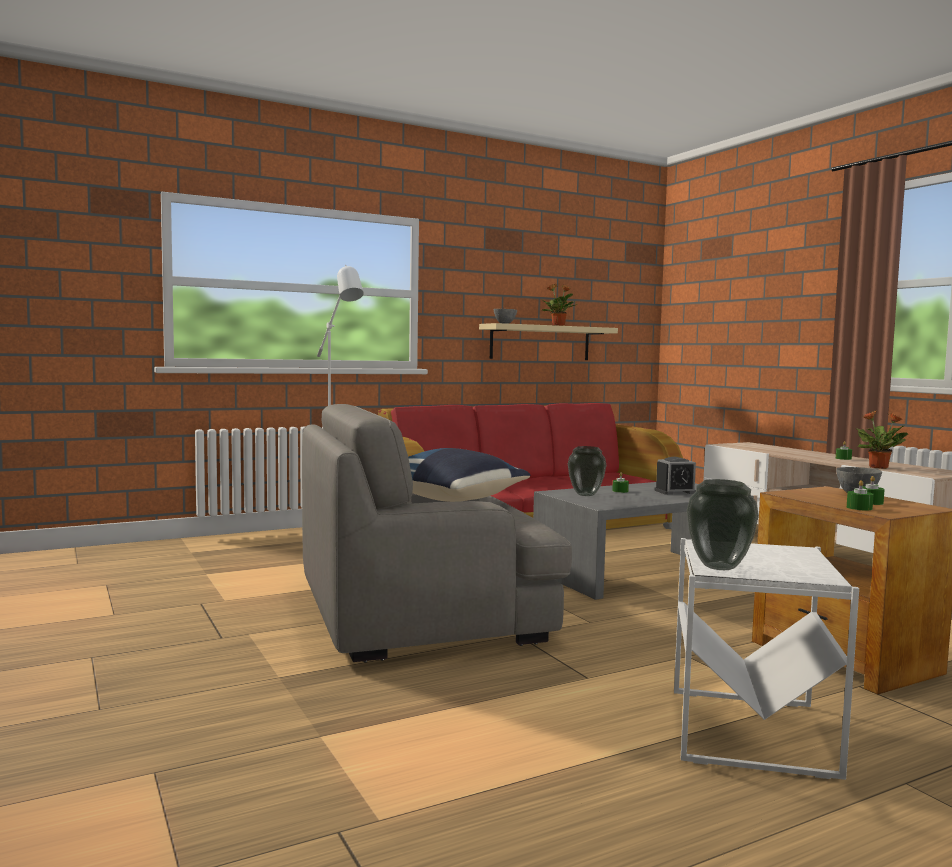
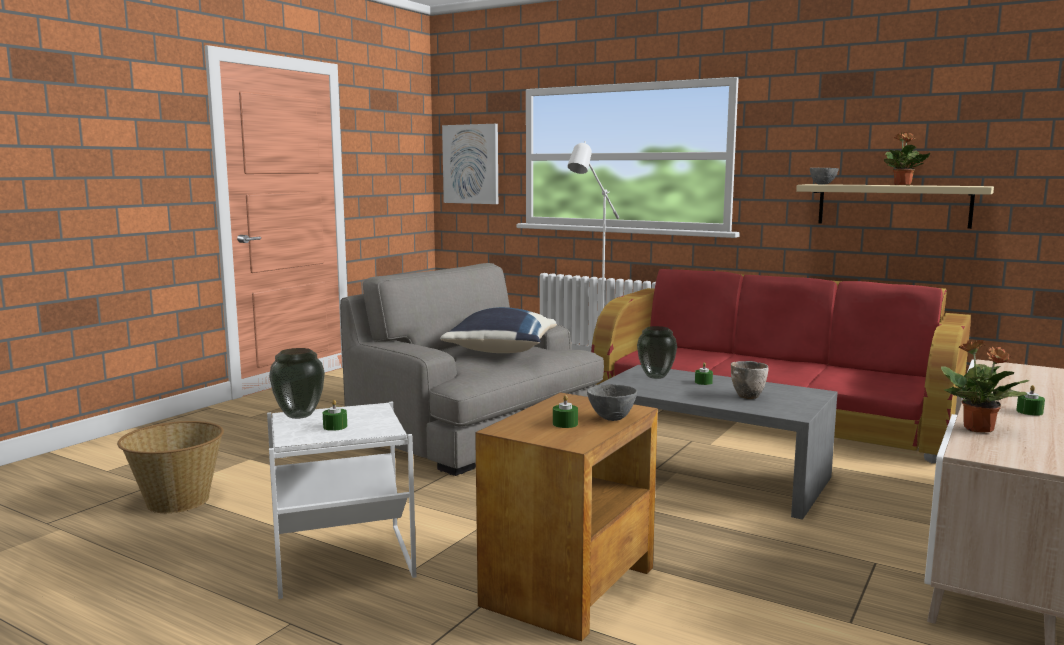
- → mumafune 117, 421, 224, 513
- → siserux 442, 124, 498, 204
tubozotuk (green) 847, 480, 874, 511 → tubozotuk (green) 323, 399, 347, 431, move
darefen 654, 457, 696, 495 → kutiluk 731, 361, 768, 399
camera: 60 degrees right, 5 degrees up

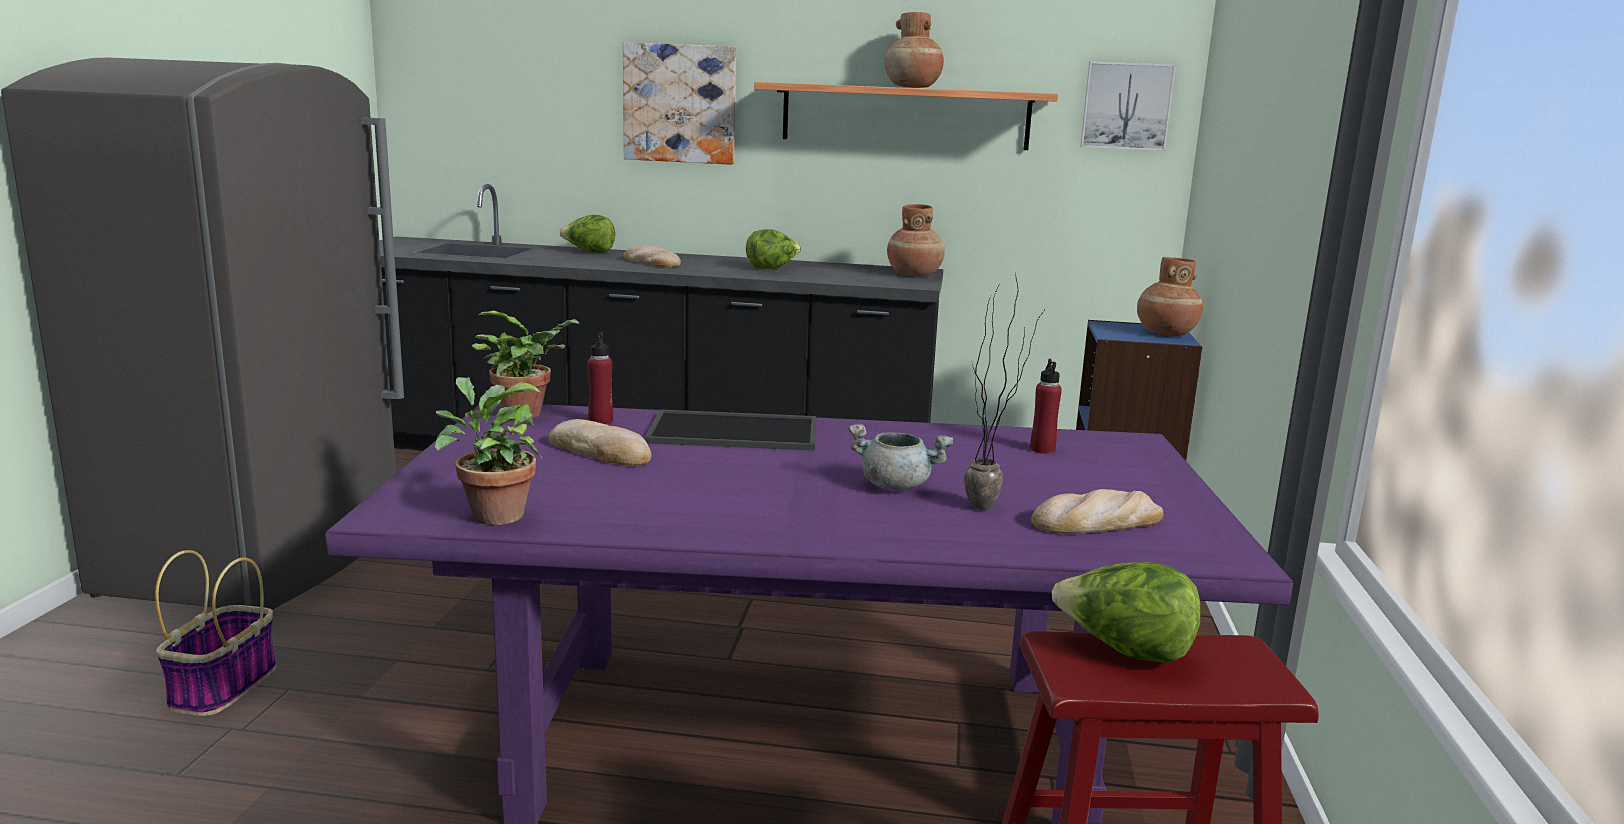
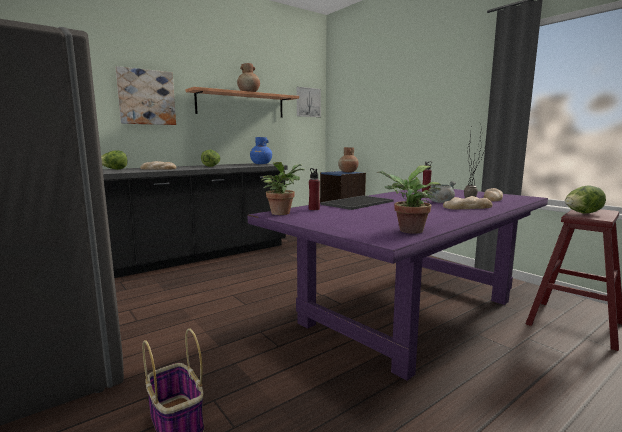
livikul 549, 419, 652, 466 → livikul 443, 196, 493, 210, move
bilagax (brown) 887, 204, 945, 276 → bilagax (blue) 250, 137, 272, 164
camera: 45 degrees left, 5 degrees down

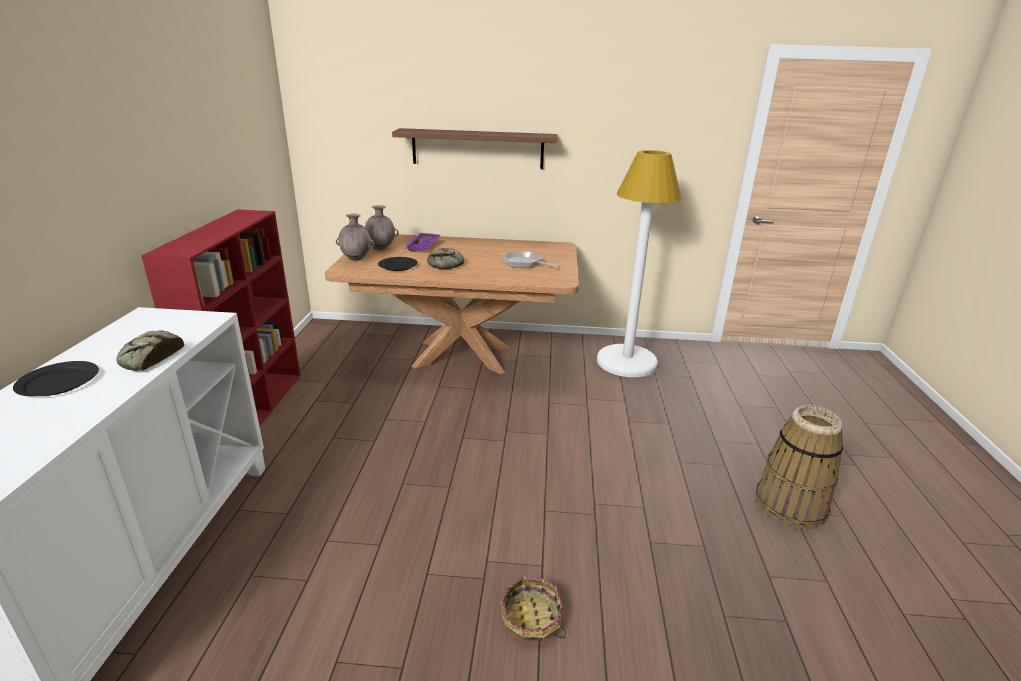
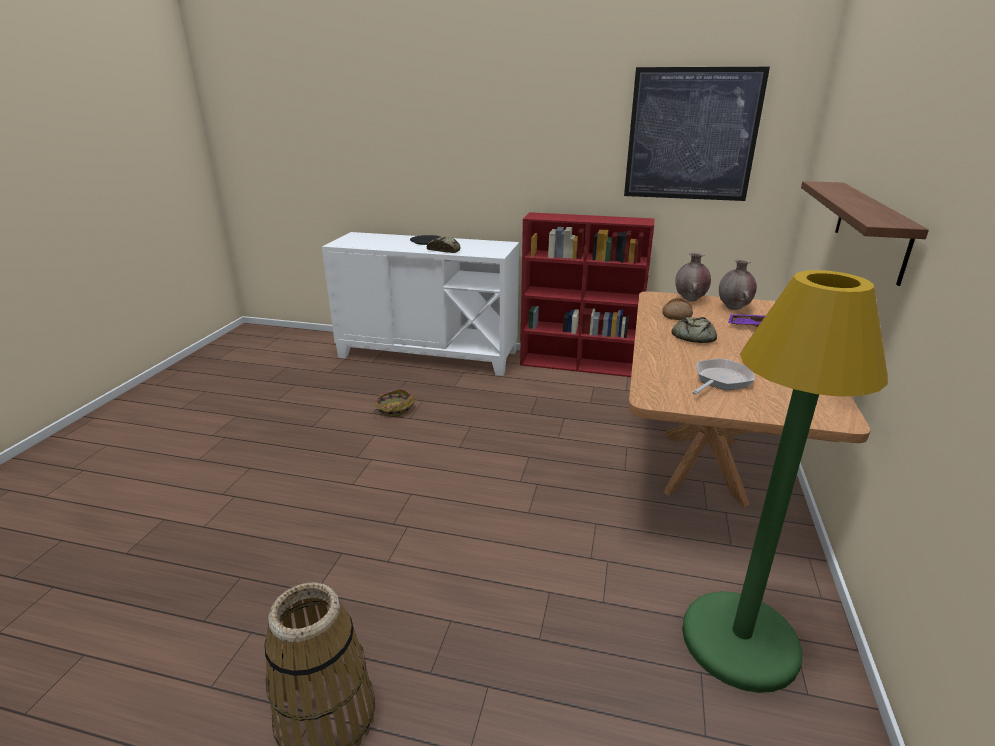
- → siserux 624, 67, 770, 201
mumafune 500, 576, 566, 640 → mumafune 373, 388, 415, 417, move
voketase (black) 378, 257, 418, 271 → livikul 662, 298, 693, 320
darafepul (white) 597, 150, 681, 377 → darafepul (green) 682, 270, 888, 693
camera: 100 degrees right, 0 degrees up

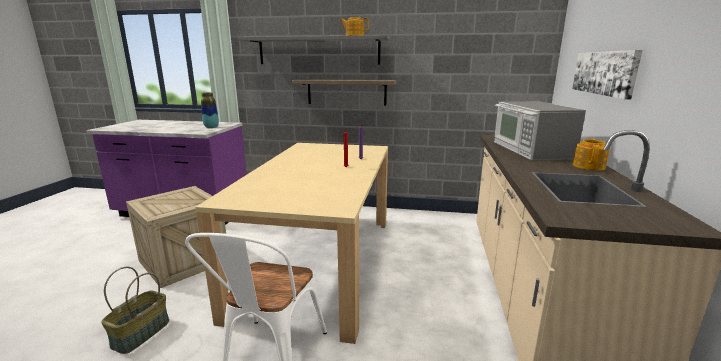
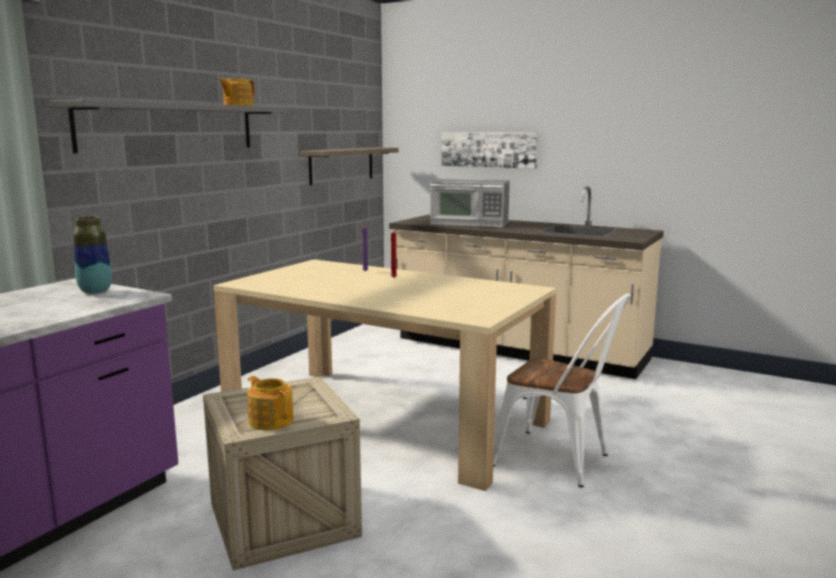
mumafune 101, 267, 169, 354 → -
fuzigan 292, 79, 396, 106 → fuzigan 300, 147, 399, 185, move
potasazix 573, 138, 610, 171 → potasazix 247, 376, 294, 430, move
camera: 70 degrees left, 5 degrees down

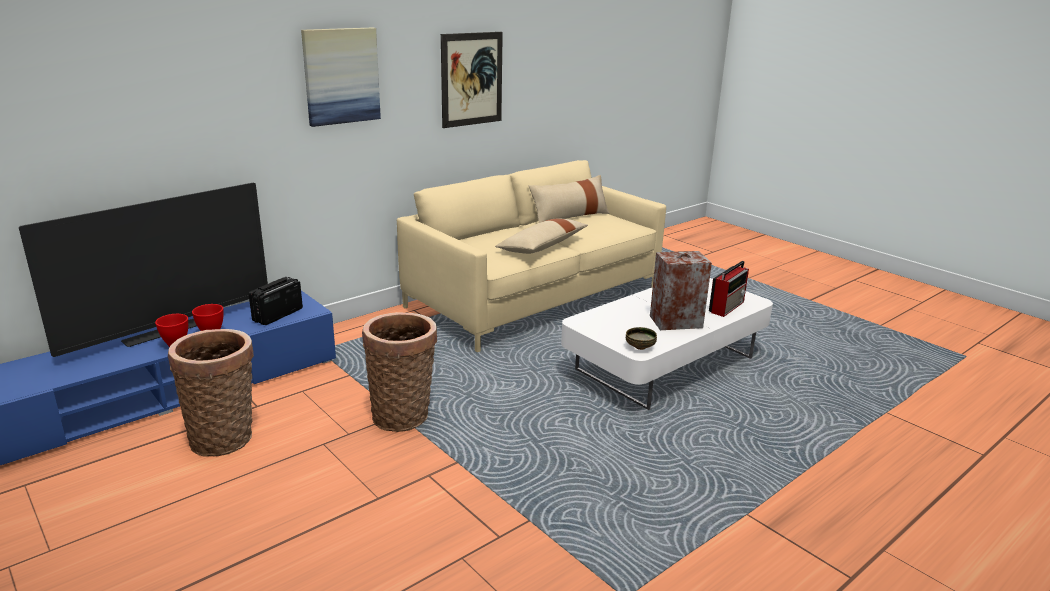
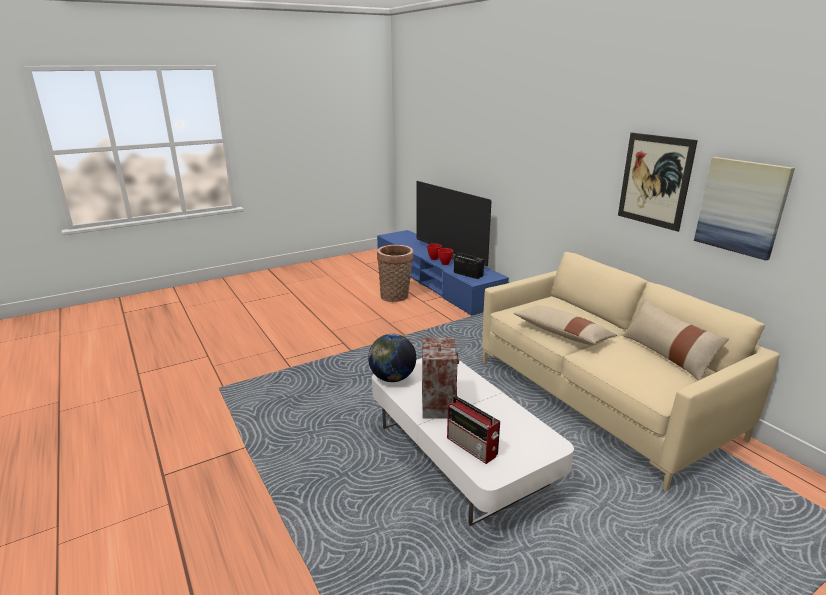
mumafune 362, 312, 437, 432 → -
siserux 301, 27, 381, 127 → siserux 694, 157, 795, 261, move
kutiluk 626, 327, 657, 350 → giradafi 368, 333, 416, 382
camera: 100 degrees right, 0 degrees up

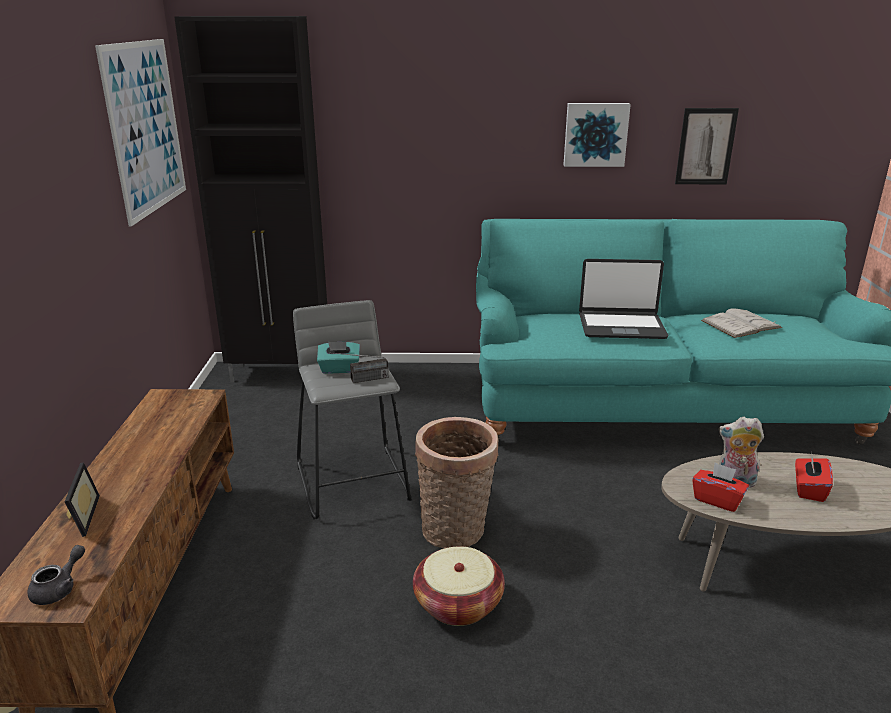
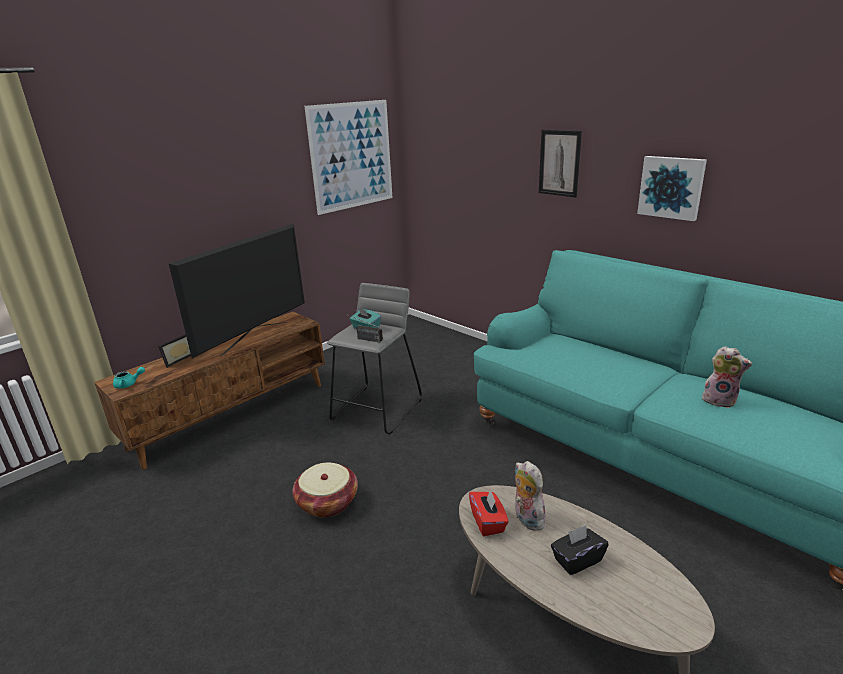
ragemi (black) 174, 16, 327, 382 → -
mumafune 415, 417, 499, 549 → -
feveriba 579, 259, 669, 339 → -
- → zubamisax 169, 223, 305, 358
siserux 675, 108, 739, 184 → siserux 539, 130, 582, 197, move
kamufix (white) 701, 308, 782, 338 → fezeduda 702, 346, 752, 408
potasazix (grey) 28, 545, 85, 605 → potasazix (turquoise) 113, 367, 145, 389
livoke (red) 795, 453, 833, 502 → livoke (black) 551, 525, 609, 575
camera: 45 degrees right, 0 degrees up

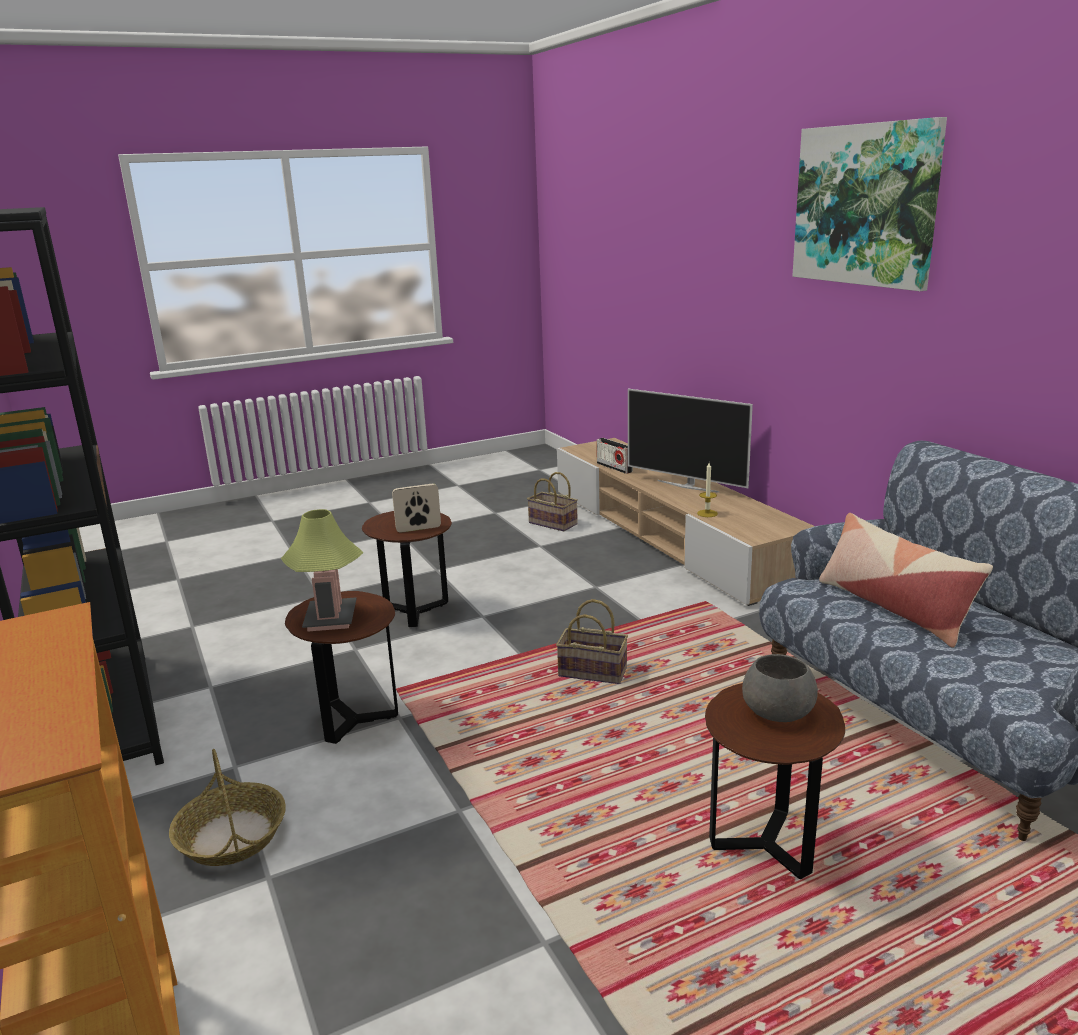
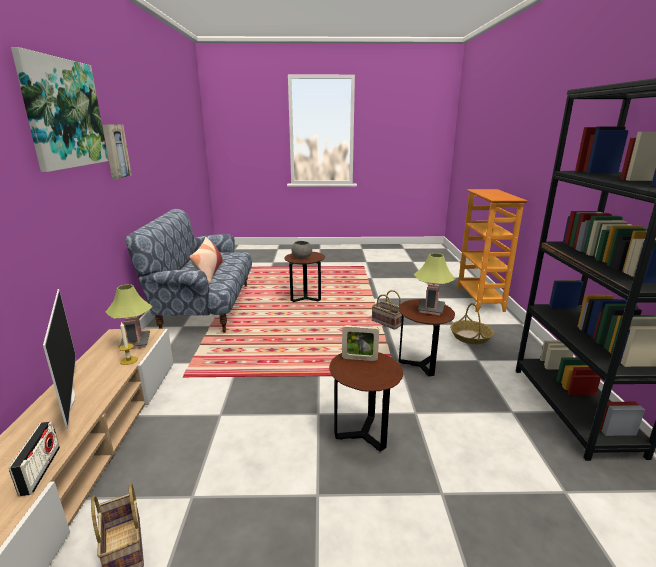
- → siserux 102, 124, 132, 179
- → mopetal 106, 284, 153, 349
mumafune 556, 599, 628, 684 → mumafune 372, 290, 404, 330, move
camera: 155 degrees left, 0 degrees up

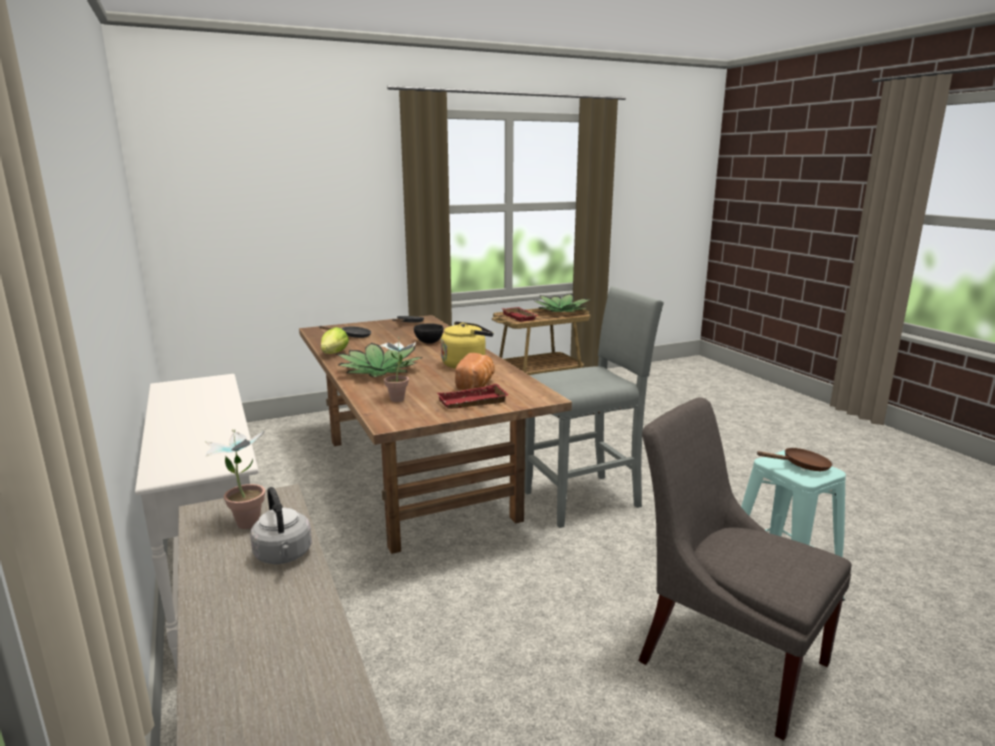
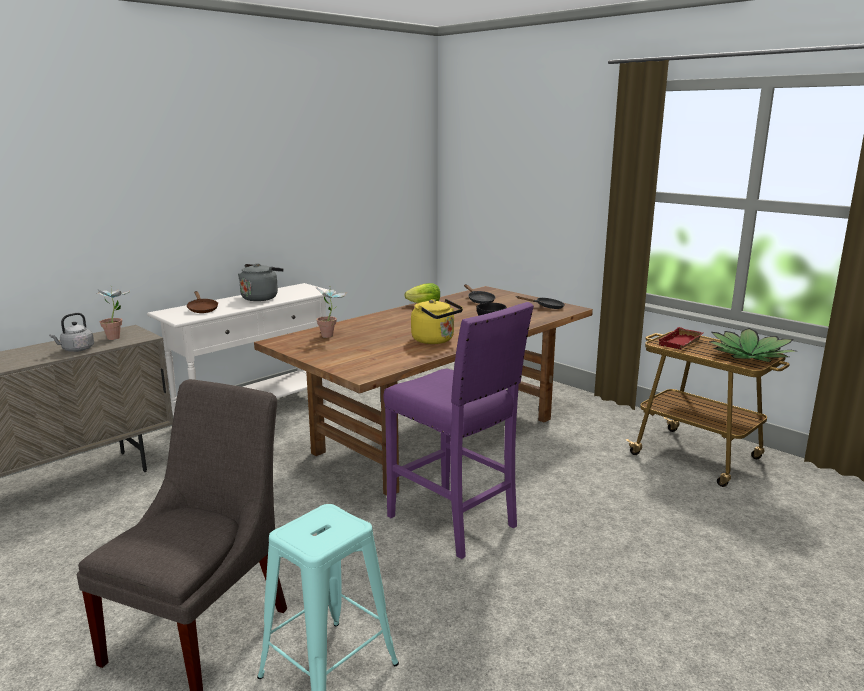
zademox 337, 343, 423, 377 → -
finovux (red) 437, 384, 509, 409 → -
livikul 455, 353, 495, 390 → -
- → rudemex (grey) 238, 263, 284, 301
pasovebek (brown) 757, 448, 833, 471 → pasovebek (brown) 187, 291, 218, 313, move
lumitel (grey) 524, 286, 664, 528 → lumitel (purple) 383, 302, 534, 559
camera: 70 degrees right, 0 degrees up

